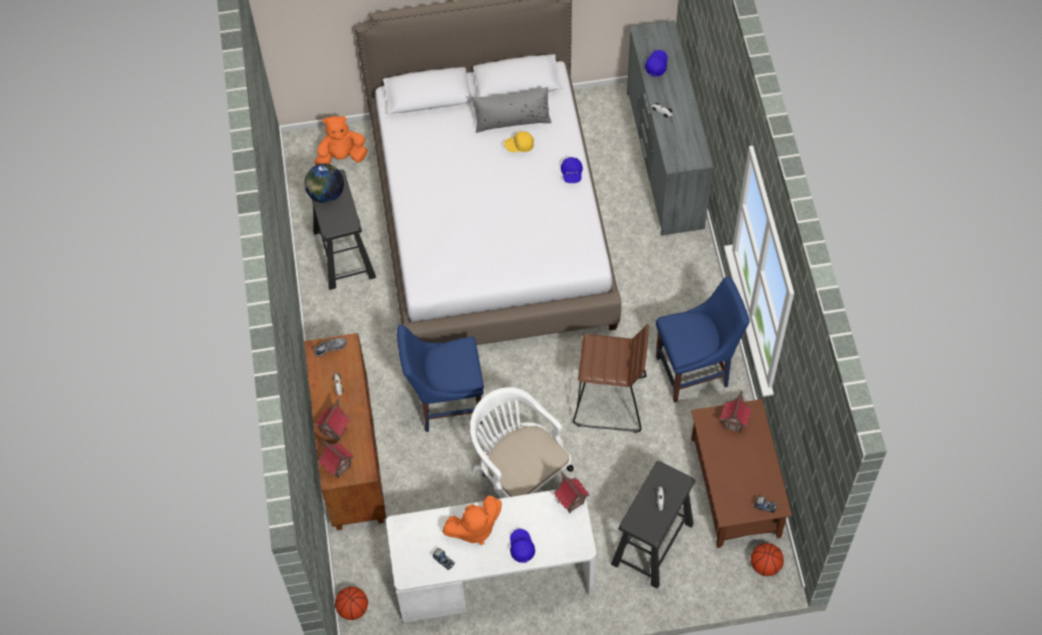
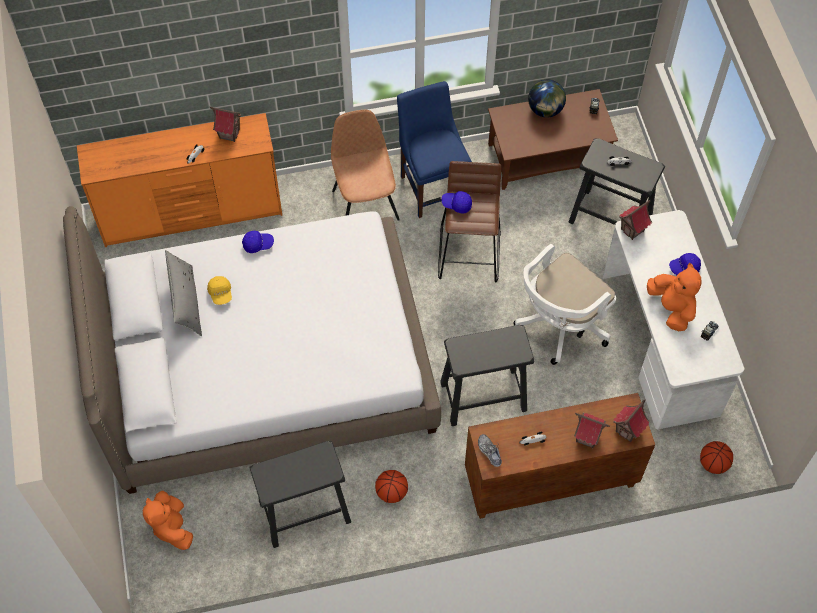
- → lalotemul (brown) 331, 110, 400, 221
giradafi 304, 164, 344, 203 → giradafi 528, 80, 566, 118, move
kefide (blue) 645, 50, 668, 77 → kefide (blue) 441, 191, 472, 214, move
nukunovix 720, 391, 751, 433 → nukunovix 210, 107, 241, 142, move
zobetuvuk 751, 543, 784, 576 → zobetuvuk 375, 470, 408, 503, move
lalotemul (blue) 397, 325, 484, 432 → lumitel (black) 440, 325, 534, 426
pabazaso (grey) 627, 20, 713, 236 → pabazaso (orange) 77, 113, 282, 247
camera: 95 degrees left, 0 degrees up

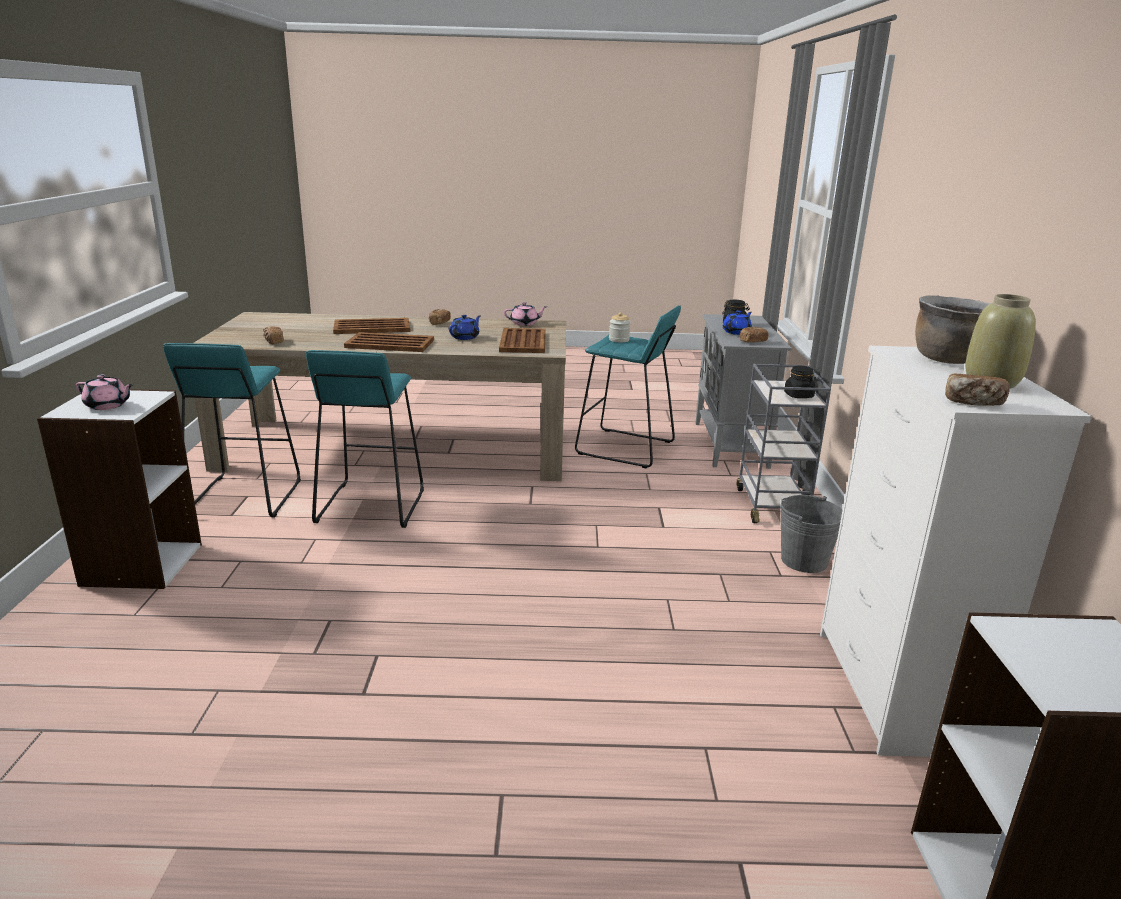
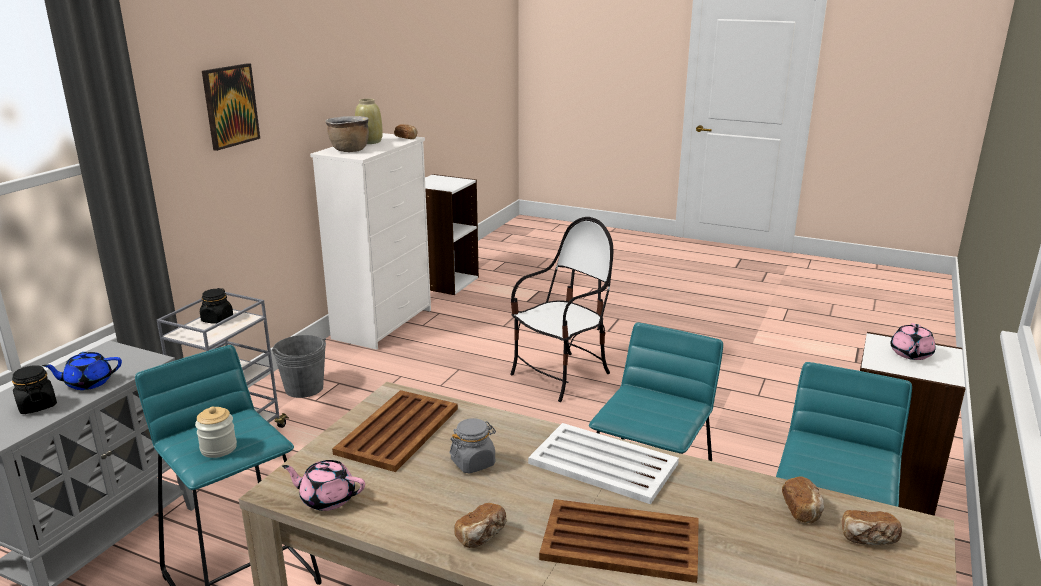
- → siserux 202, 63, 260, 151
- → lalotemul 510, 217, 614, 402
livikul 740, 327, 768, 342 → livikul 842, 510, 902, 545, move
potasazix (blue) 449, 315, 481, 340 → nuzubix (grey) 450, 418, 496, 473
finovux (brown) 344, 332, 434, 352 → finovux (white) 528, 423, 679, 504
potasazix (pink) 76, 374, 134, 410 → potasazix (pink) 890, 323, 935, 360, 105 degrees counterclockwise
camera: 155 degrees left, 0 degrees up

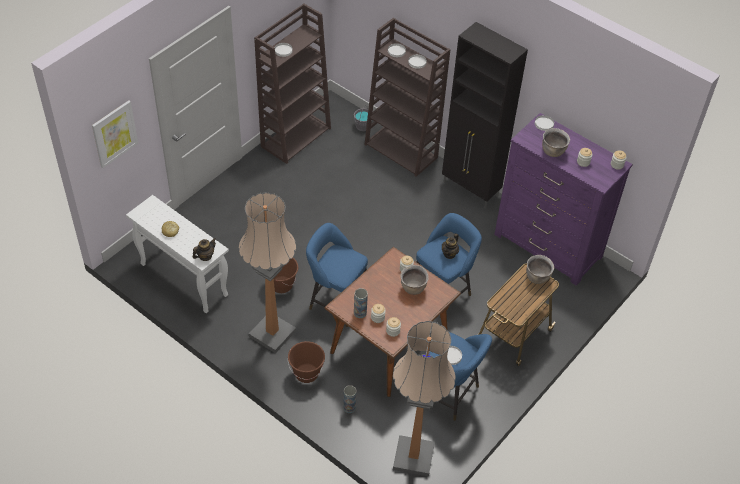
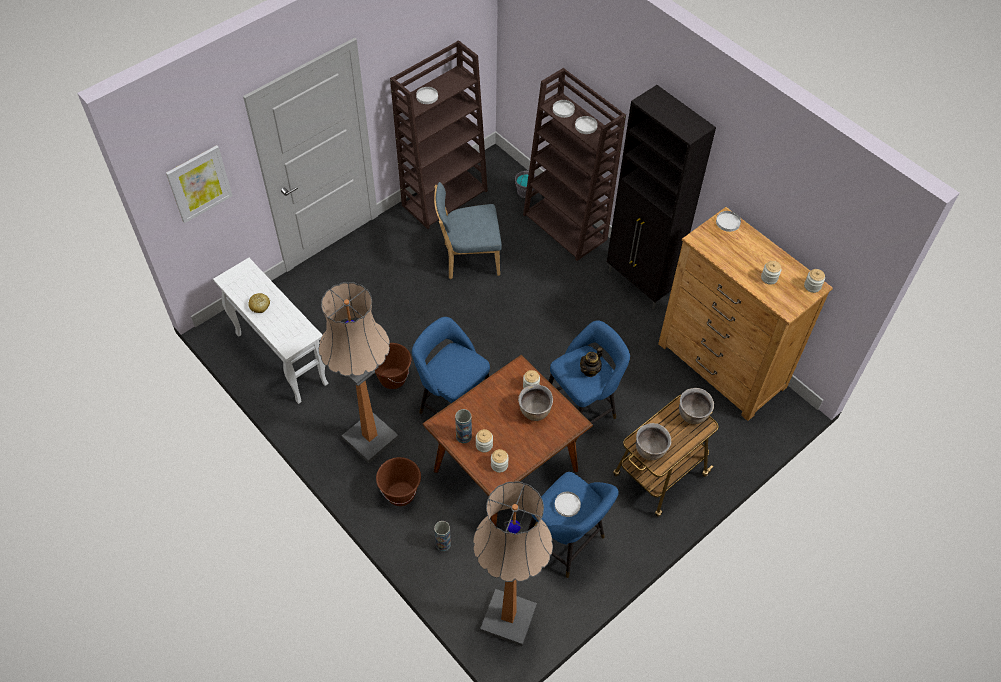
potasazix 193, 238, 216, 261 → -
- → lalotemul (blue) 434, 182, 502, 279
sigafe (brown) 542, 128, 570, 157 → sigafe (brown) 636, 423, 671, 461, move
pabazaso (purple) 494, 113, 633, 286 → pabazaso (brown) 658, 207, 833, 421
camera: 10 degrees right, 5 degrees up

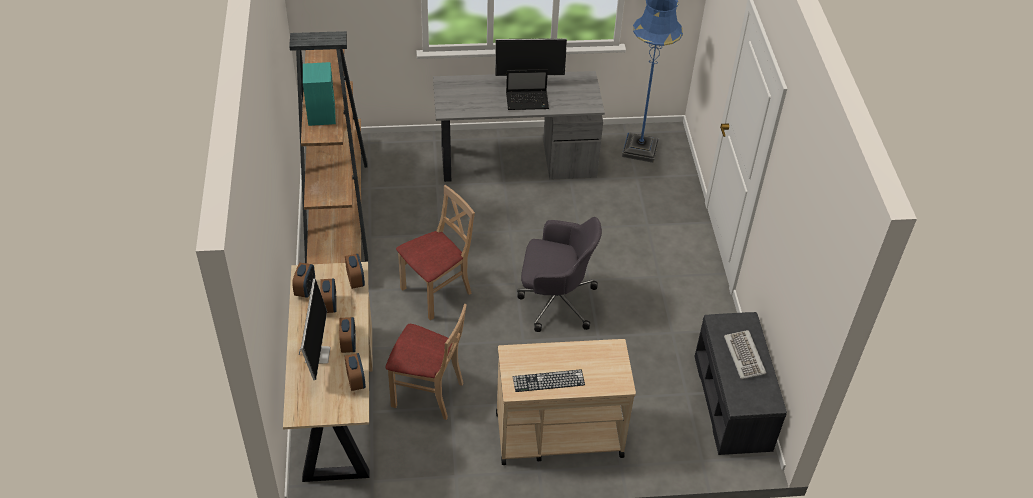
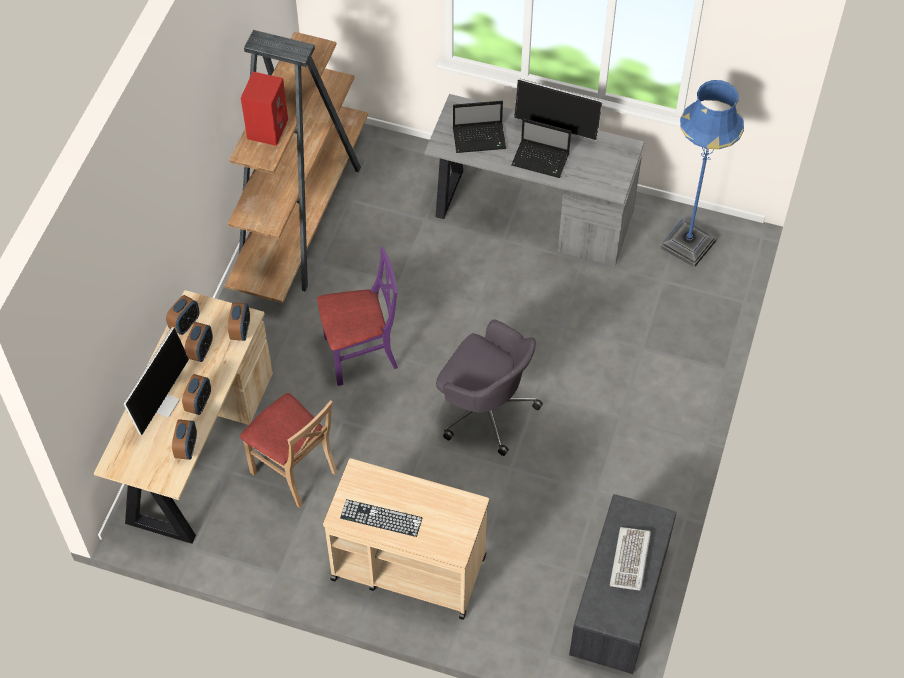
- → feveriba 453, 101, 506, 153
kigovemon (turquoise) 303, 62, 336, 126 → kigovemon (red) 241, 72, 288, 146
lalotemul (beige) 396, 185, 475, 320 → lalotemul (purple) 317, 247, 398, 386
camera: 25 degrees right, 10 degrees up

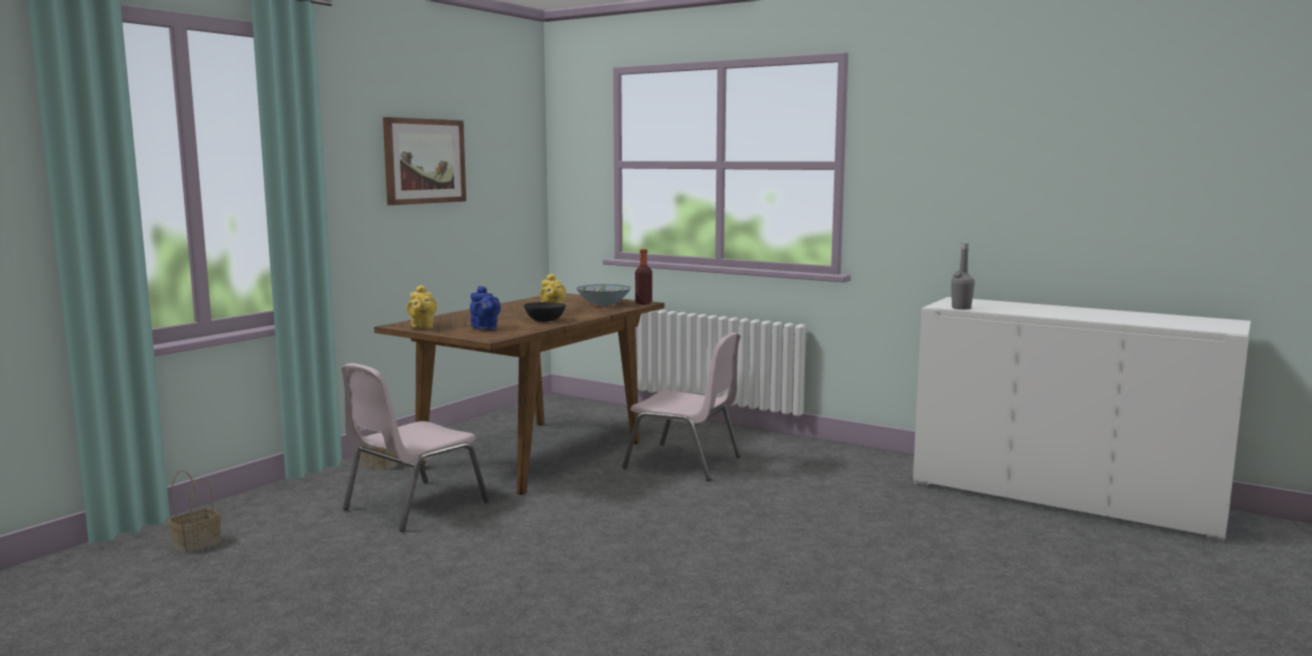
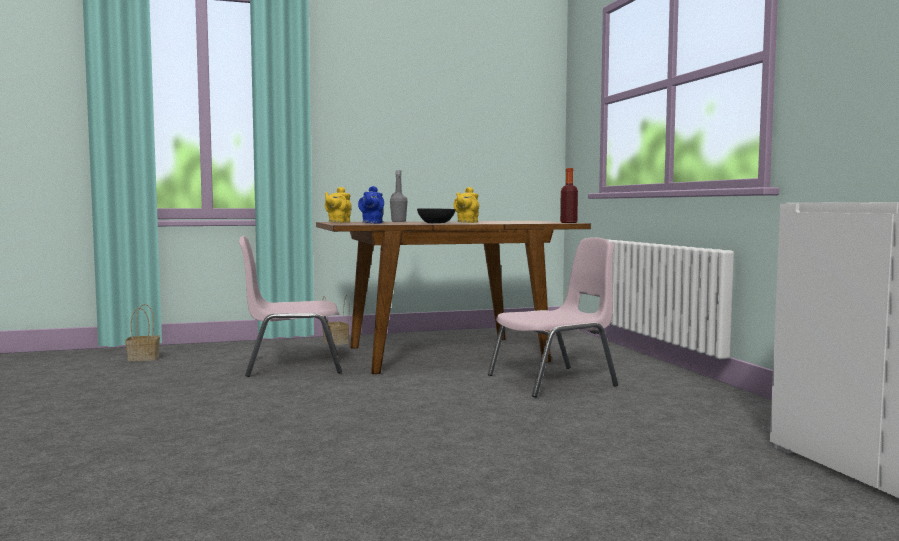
siserux 383, 117, 466, 205 → -
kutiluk 576, 284, 631, 306 → -
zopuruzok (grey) 951, 243, 975, 310 → zopuruzok (grey) 390, 170, 407, 222, move
lalotemul (pink) 622, 332, 741, 481 → lalotemul (pink) 488, 237, 618, 397, 90 degrees counterclockwise
camera: 40 degrees right, 5 degrees down

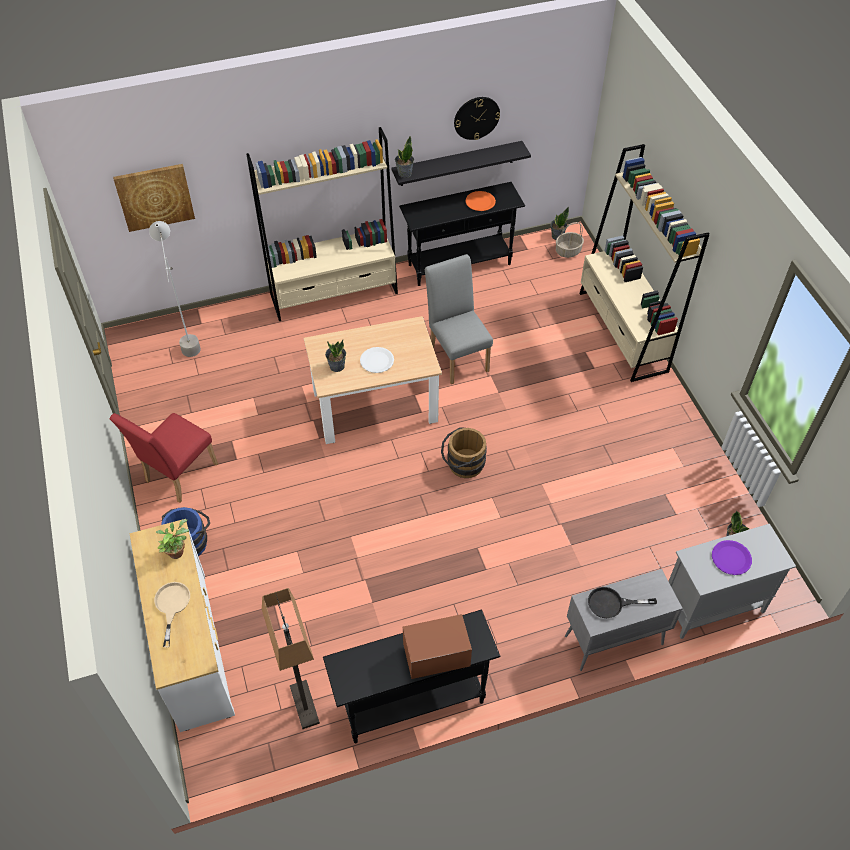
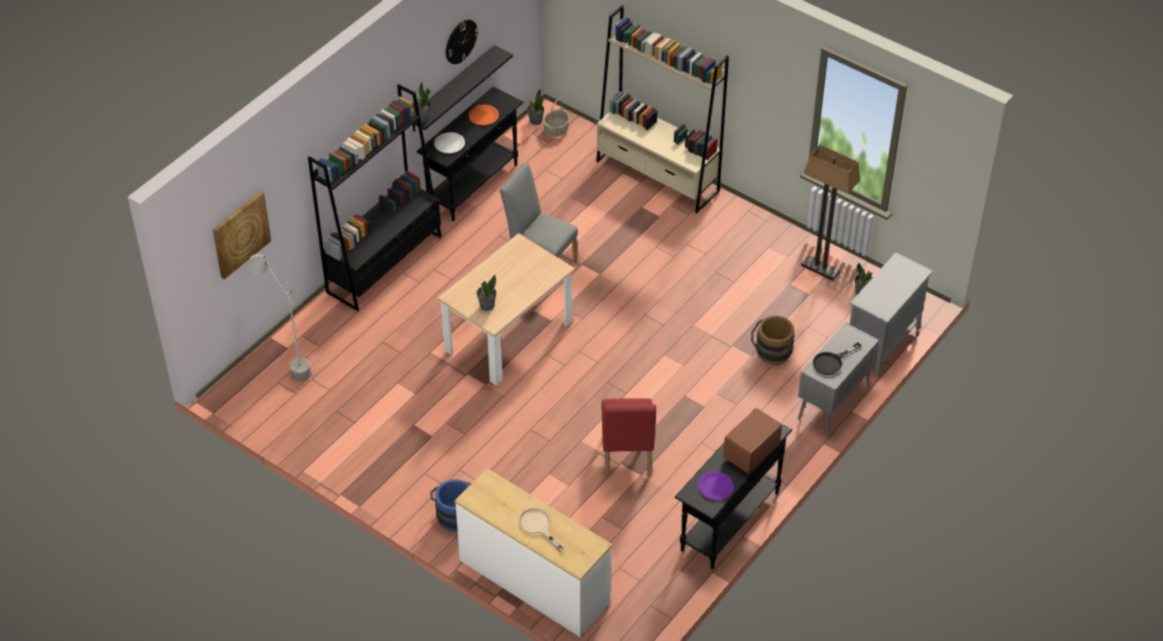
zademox 156, 519, 189, 559 → -
lalotemul (red) 110, 413, 218, 502 → lalotemul (red) 602, 398, 656, 476, move
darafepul 262, 588, 320, 729 → darafepul 801, 145, 861, 281, move
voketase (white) 360, 347, 394, 373 → voketase (white) 434, 132, 465, 153, move
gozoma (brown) 441, 427, 487, 478 → gozoma (brown) 751, 316, 794, 365, move
voketase (purple) 712, 540, 752, 575 → voketase (purple) 698, 471, 734, 500, move
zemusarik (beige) 246, 127, 398, 321 → zemusarik (black) 308, 84, 442, 311
camera: 35 degrees left, 5 degrees down

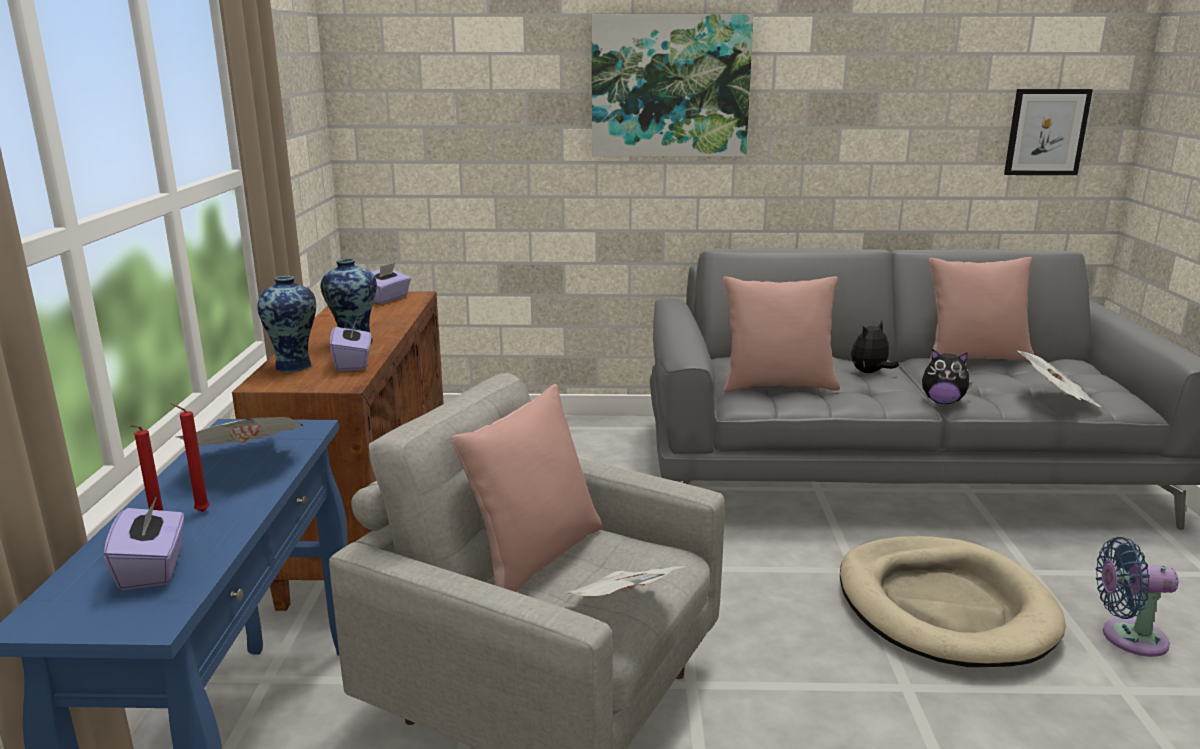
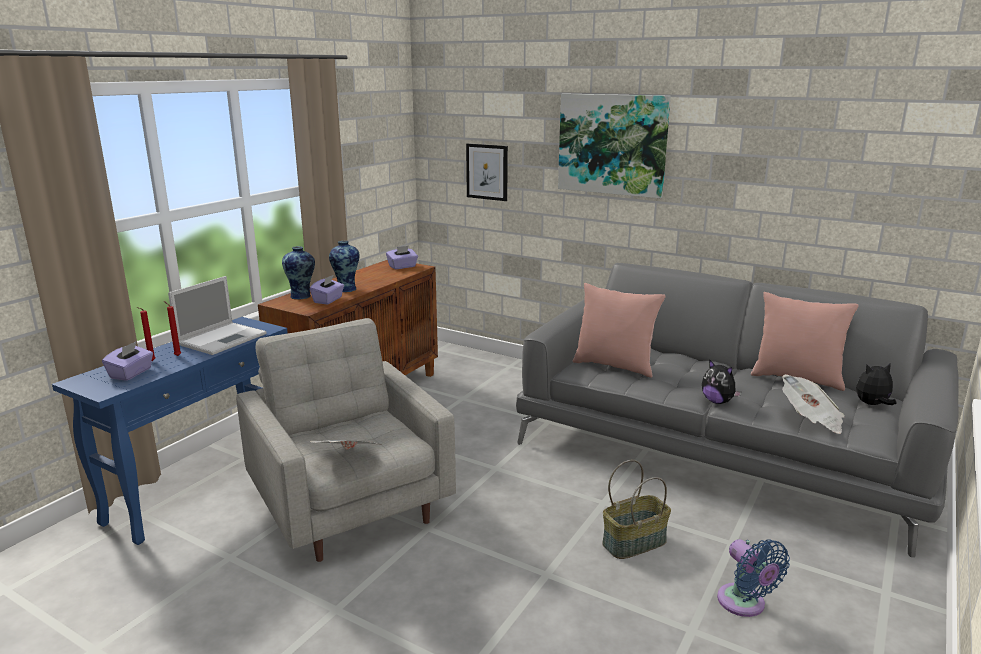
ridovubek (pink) 451, 384, 602, 592 → -
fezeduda 851, 321, 899, 373 → fezeduda 856, 363, 896, 405, move
siserux 1004, 89, 1093, 175 → siserux 466, 143, 508, 201, move
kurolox 177, 417, 303, 446 → feveriba 168, 276, 267, 355
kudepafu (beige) 840, 536, 1066, 667 → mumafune 602, 460, 671, 559
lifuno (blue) 1096, 537, 1179, 657 → lifuno (blue) 717, 539, 790, 617, 150 degrees counterclockwise
camera: 30 degrees right, 0 degrees up

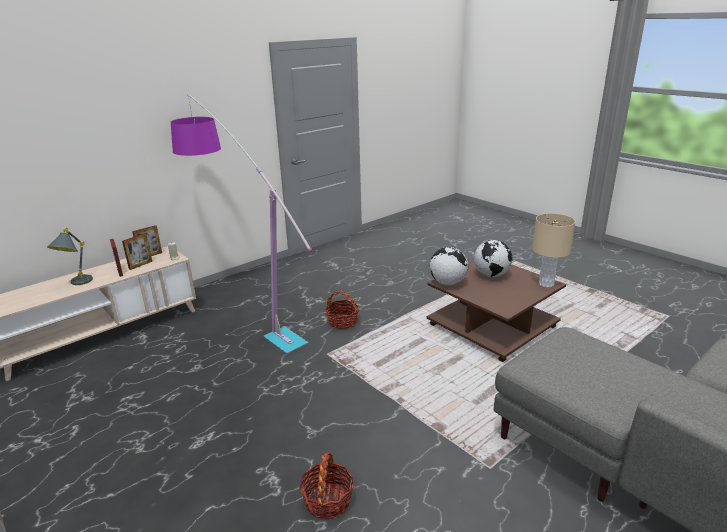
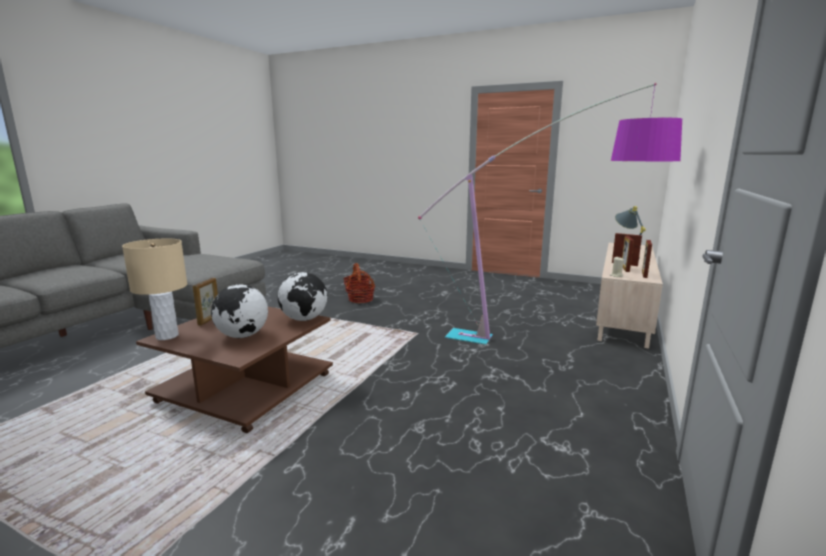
- → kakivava 193, 278, 218, 326
mumafune 325, 290, 359, 329 → mumafune 346, 270, 375, 303, move
camera: 155 degrees right, 10 degrees down

